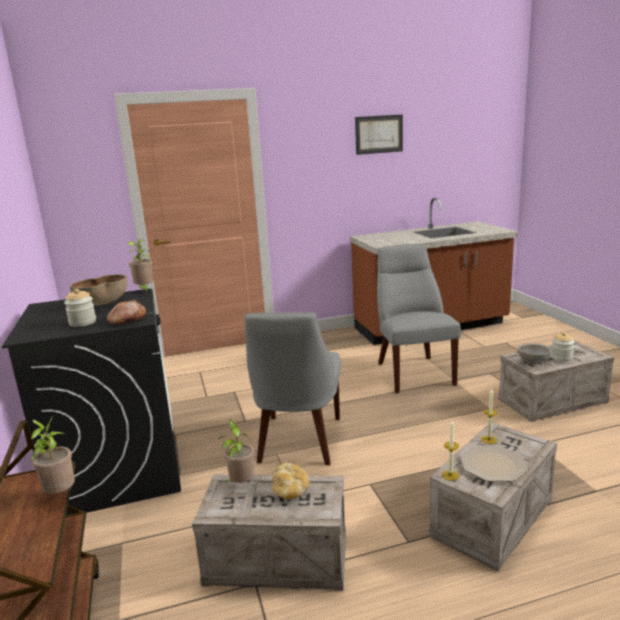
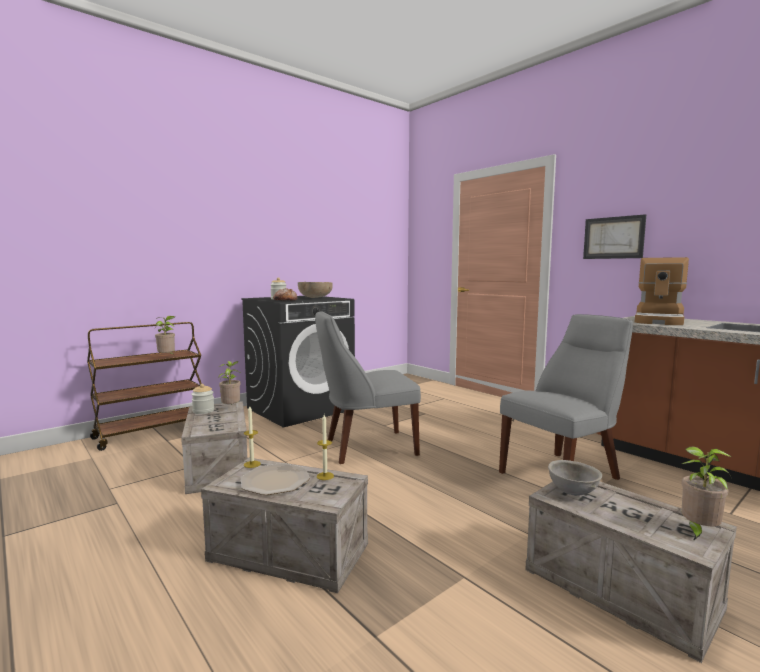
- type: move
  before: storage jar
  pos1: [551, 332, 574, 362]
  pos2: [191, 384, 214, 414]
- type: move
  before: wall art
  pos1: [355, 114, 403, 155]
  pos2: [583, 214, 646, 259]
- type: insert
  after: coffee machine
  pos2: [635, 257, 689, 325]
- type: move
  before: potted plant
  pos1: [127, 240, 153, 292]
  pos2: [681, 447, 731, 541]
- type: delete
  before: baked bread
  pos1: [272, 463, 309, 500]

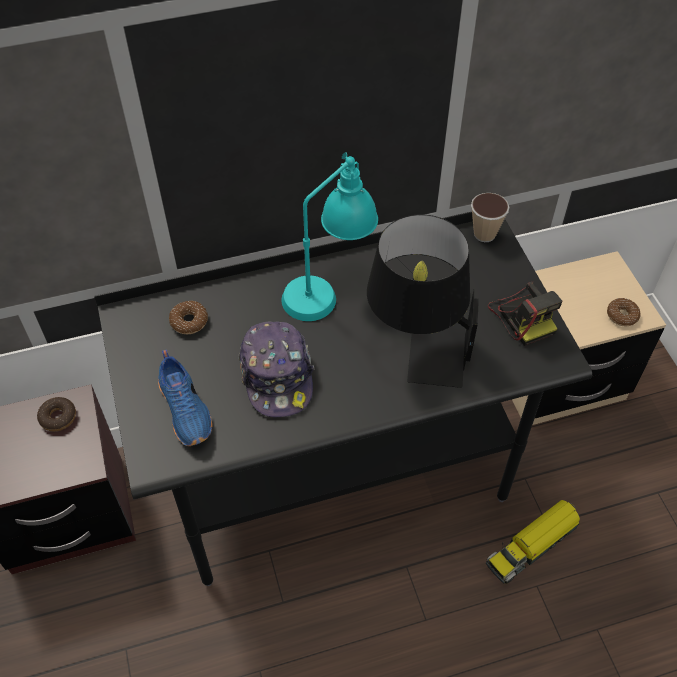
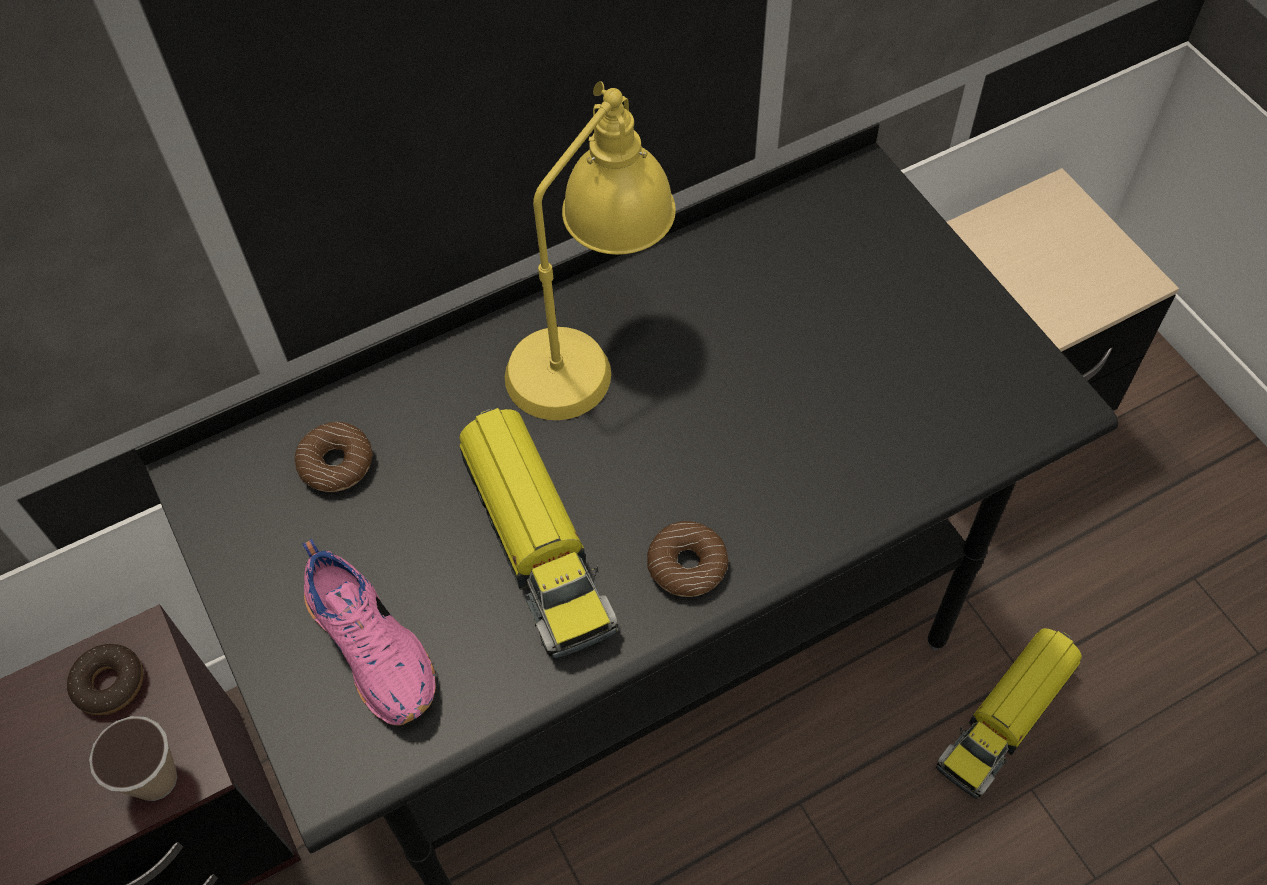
- type: move
  before: drinking cup
  pos1: [471, 193, 510, 242]
  pos2: [89, 716, 177, 801]
- type: recolor
  before: blue-coloured low shoe
  after: pink-coloured low shoe
  pos1: [158, 350, 213, 446]
  pos2: [303, 539, 436, 725]
- type: replace
  before: baseball cap
  after: model truck
  pos1: [239, 321, 314, 417]
  pos2: [459, 408, 618, 659]
- type: recolor
  before: turquoise table lamp
  after: yellow-coloured table lamp
  pos1: [281, 152, 378, 321]
  pos2: [505, 81, 676, 420]
- type: move
  before: ring doughnut
  pos1: [607, 298, 641, 326]
  pos2: [647, 521, 729, 597]
- type: delete
  before: black-coloured table lamp
  pos1: [367, 214, 479, 388]
- type: delete
  before: photo camera
  pos1: [488, 281, 563, 346]

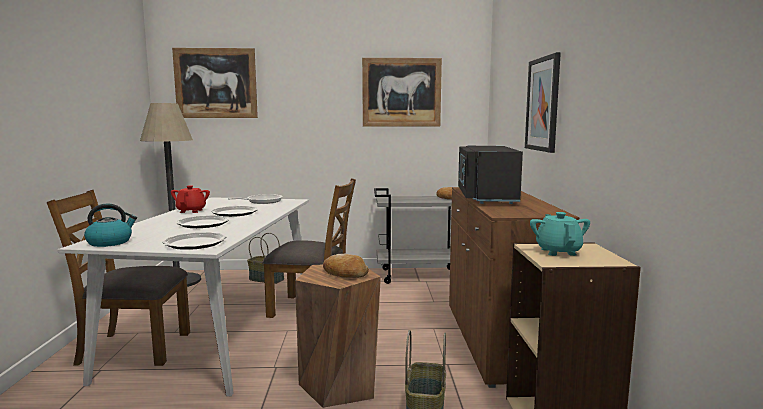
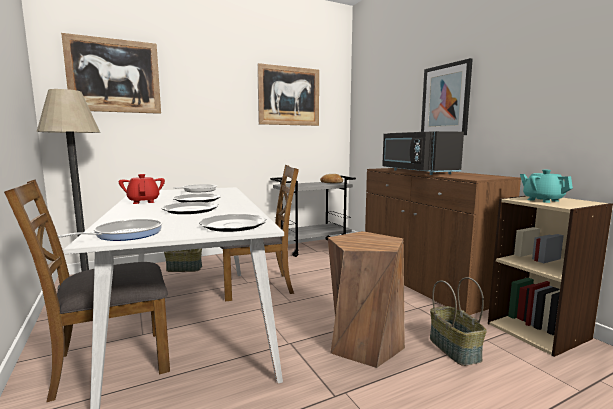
- type: replace
  before: water kettle
  after: skillet
  pos1: [84, 204, 137, 247]
  pos2: [58, 219, 162, 241]
- type: delete
  before: baked bread
  pos1: [323, 254, 369, 278]

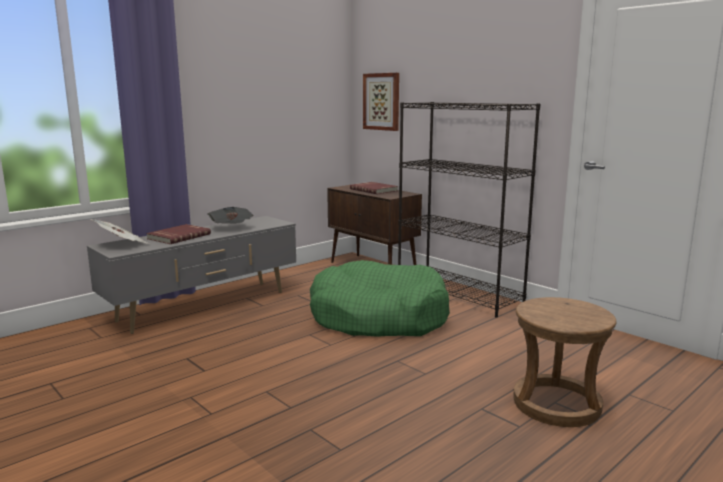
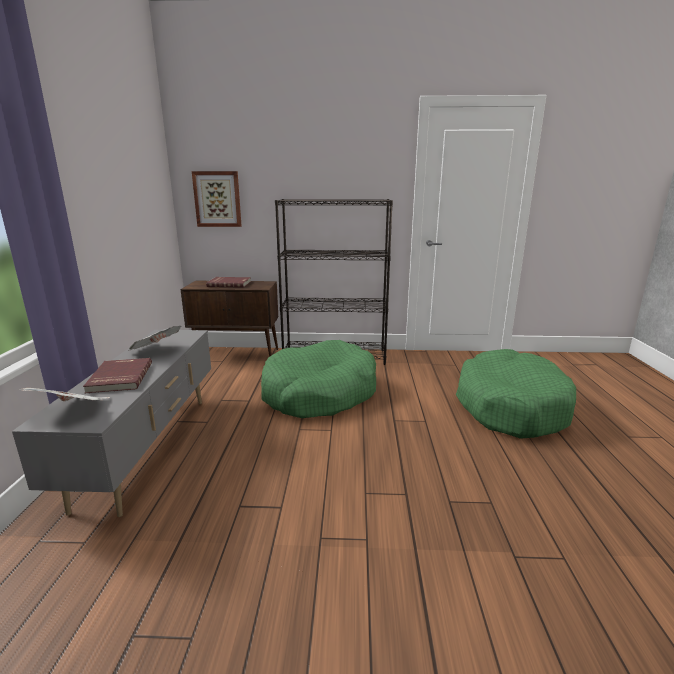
- type: replace
  before: brown sitting stool
  after: greenish dog bed
  pos1: [513, 297, 617, 427]
  pos2: [456, 349, 576, 439]

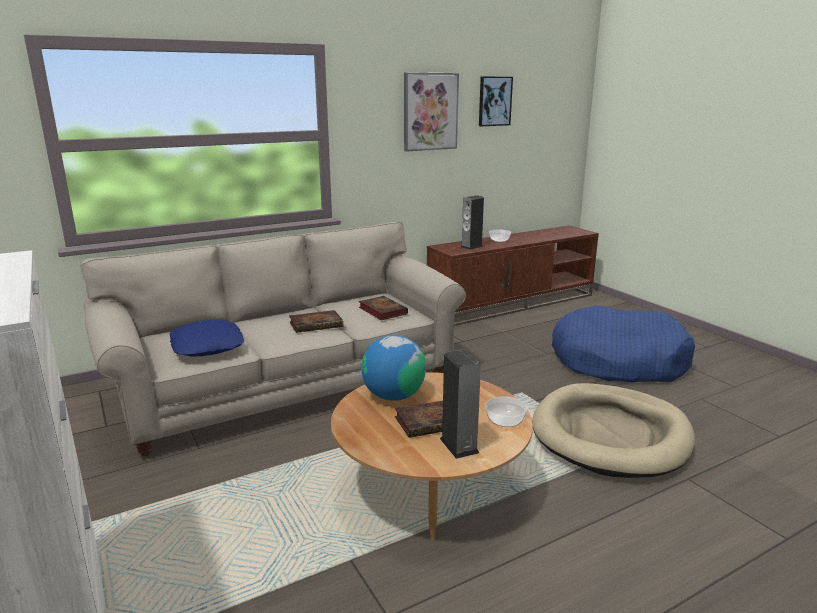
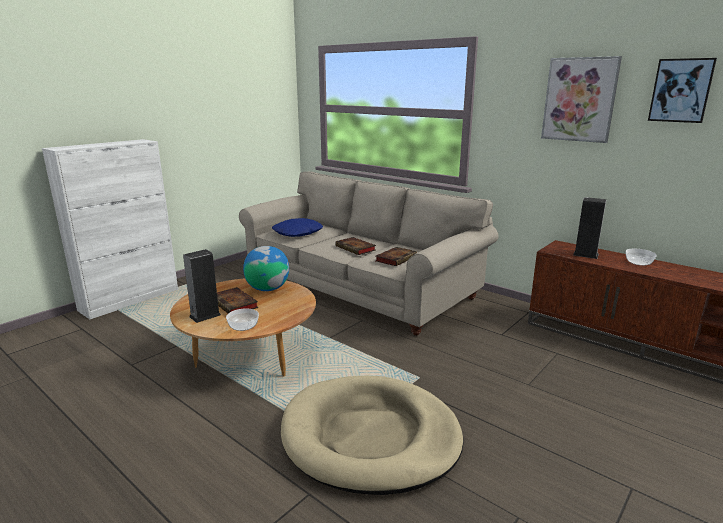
- type: delete
  before: blue-coloured dog bed
  pos1: [552, 306, 695, 382]

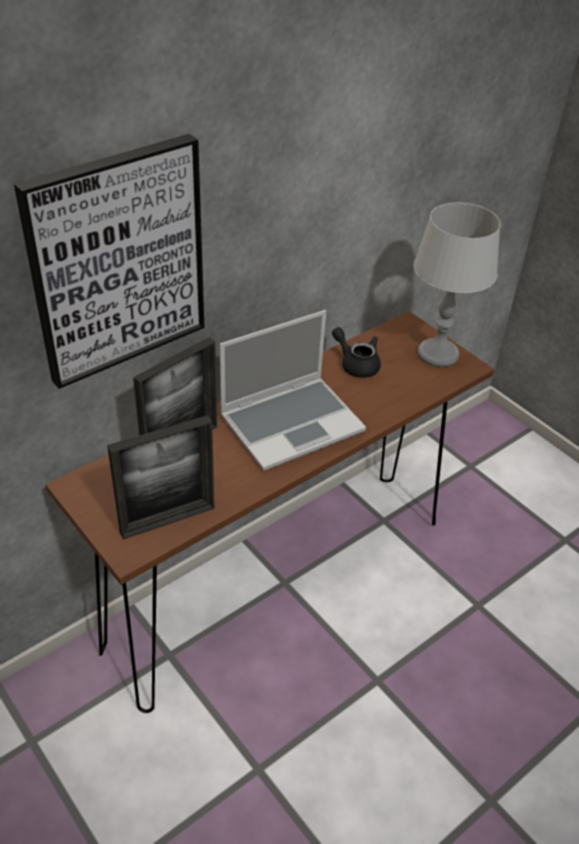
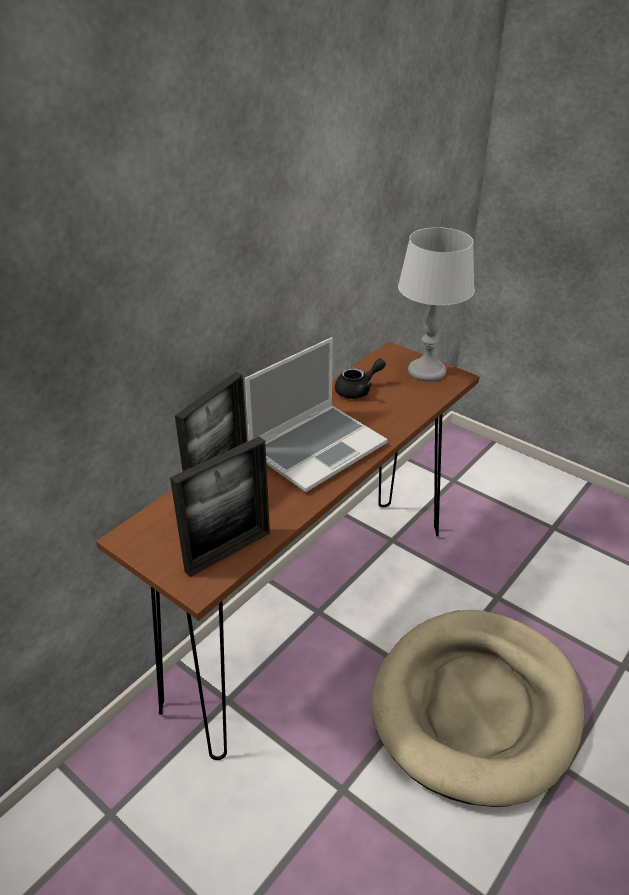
- type: rotate
  before: black-coloured teapot
  pos1: [332, 327, 381, 378]
  pos2: [335, 358, 386, 399]
  turn: 120
- type: insert
  after: sand-coloured dog bed
  pos2: [372, 610, 584, 807]
- type: delete
  before: wall art
  pos1: [14, 134, 204, 389]

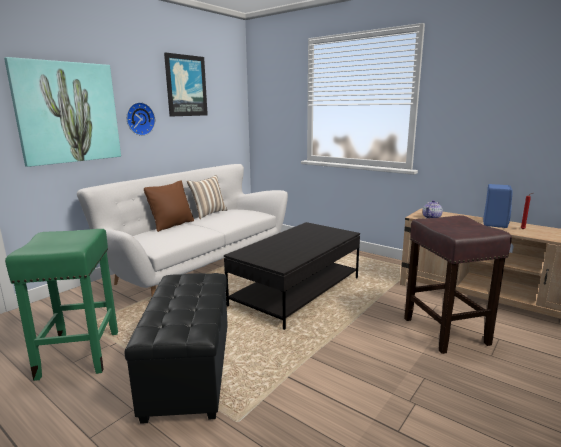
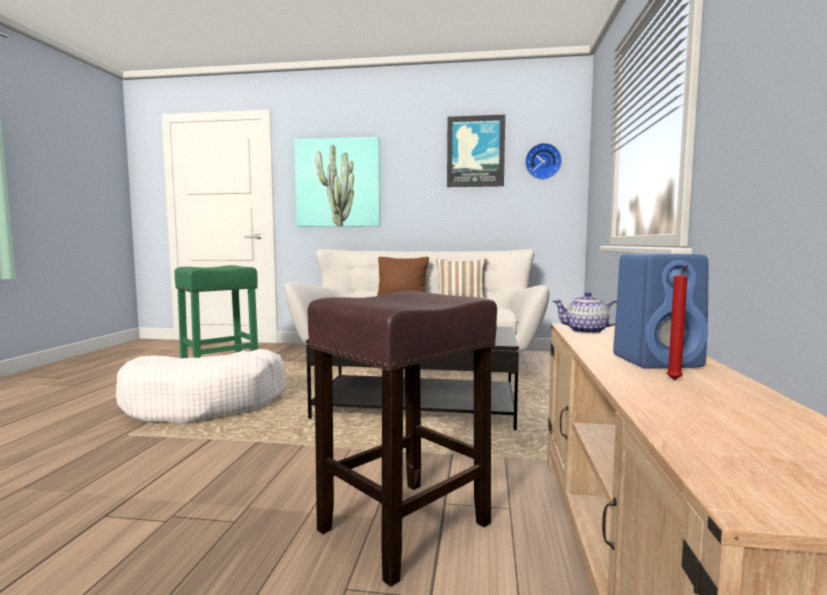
- type: replace
  before: black-coloured ottoman
  after: white dog bed
  pos1: [125, 273, 228, 424]
  pos2: [116, 349, 286, 424]
- type: move
  before: hanging clock
  pos1: [126, 102, 155, 136]
  pos2: [525, 143, 562, 180]

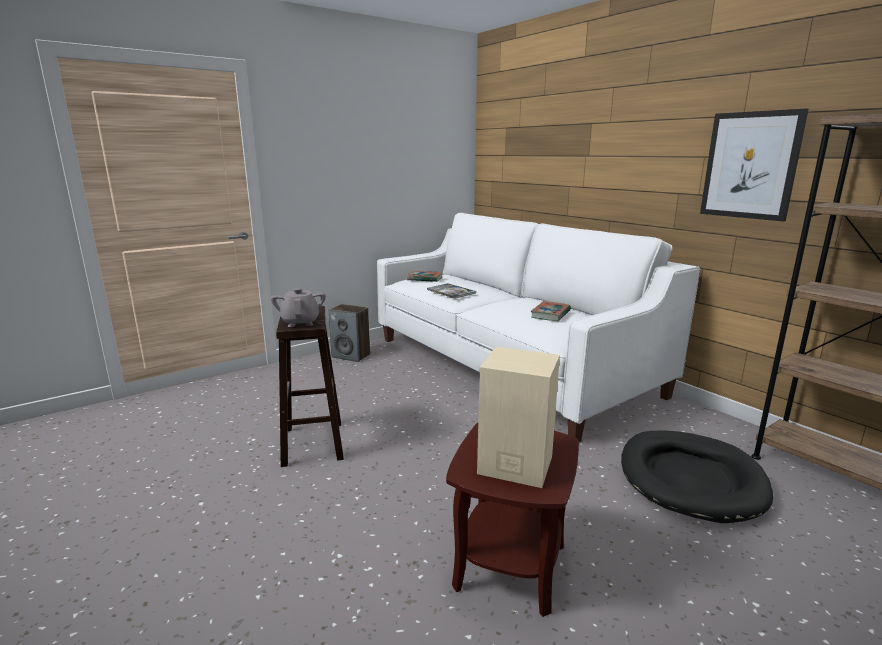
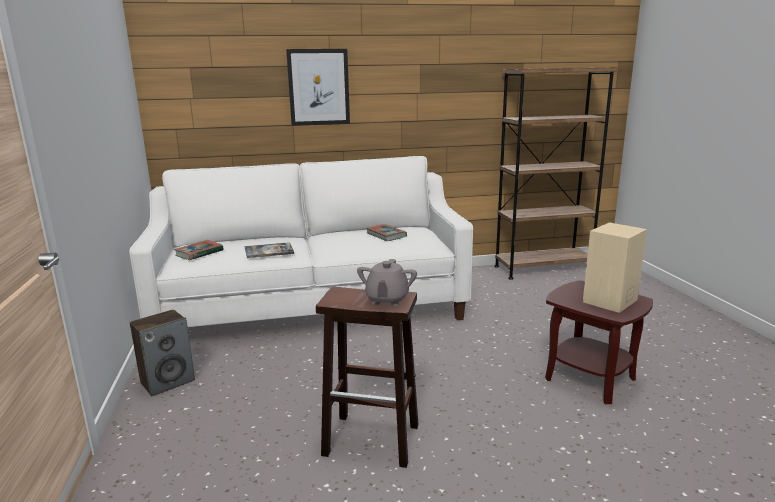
- type: move
  before: wall art
  pos1: [700, 109, 809, 222]
  pos2: [286, 49, 350, 126]
- type: rotate
  before: greyish teapot
  pos1: [271, 288, 326, 327]
  pos2: [357, 259, 417, 306]
  turn: -90
- type: delete
  before: black-coloured dog bed
  pos1: [621, 430, 773, 523]

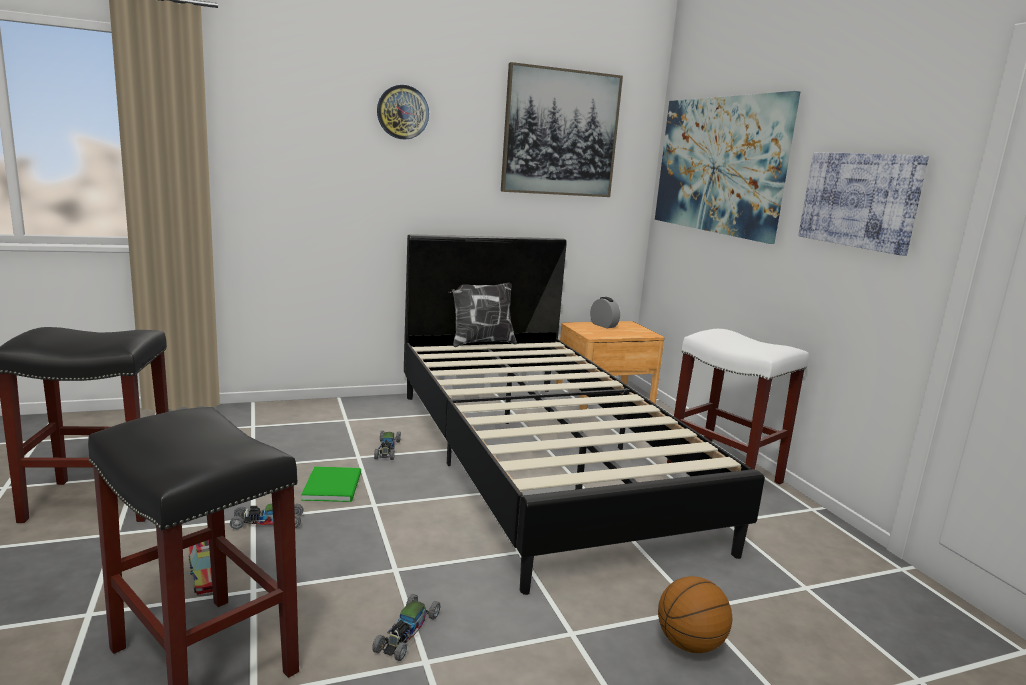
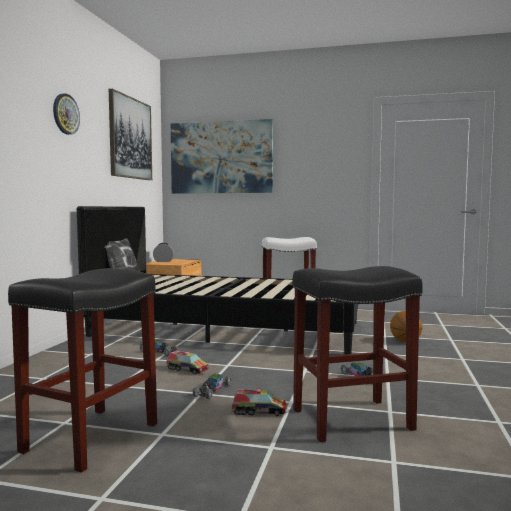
- type: replace
  before: greenish bound book
  after: model truck
  pos1: [301, 466, 361, 502]
  pos2: [166, 350, 209, 374]
- type: delete
  before: wall art
  pos1: [798, 152, 929, 256]

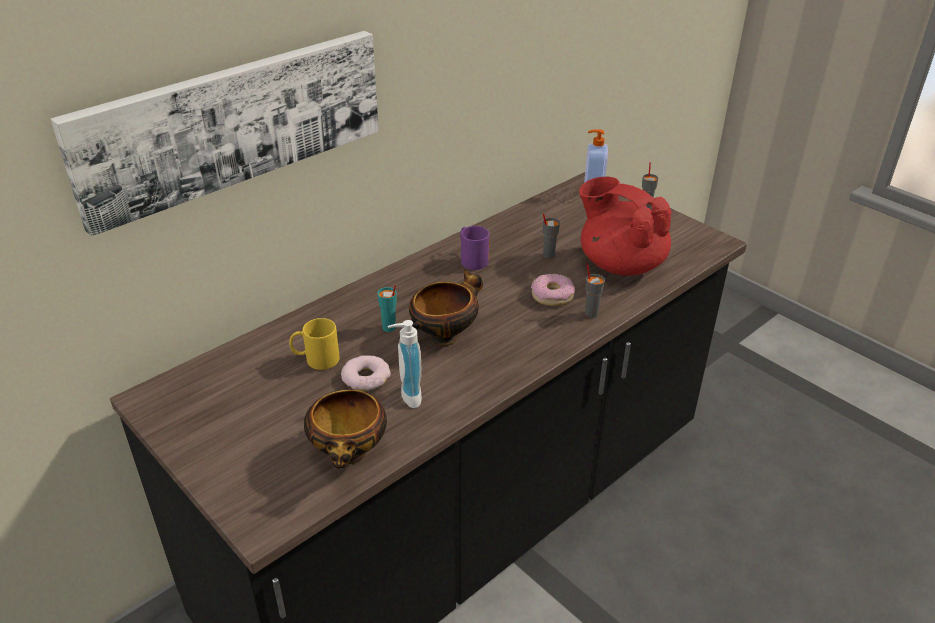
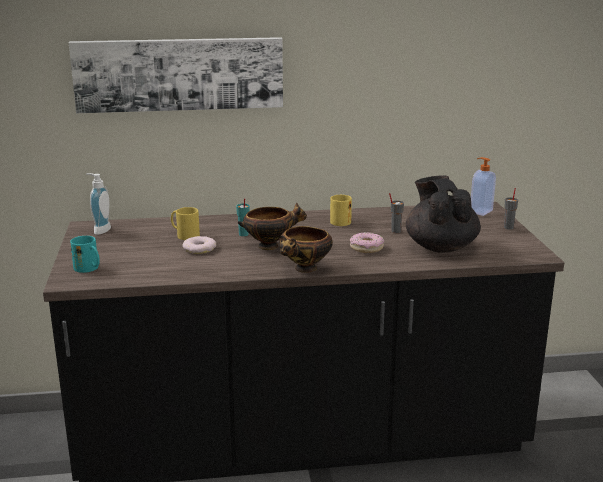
- type: insert
  after: turquoise tea mug
  pos2: [70, 236, 100, 273]
- type: move
  before: soap dispenser
  pos1: [388, 320, 422, 408]
  pos2: [86, 173, 111, 235]
- type: move
  before: bowl
  pos1: [304, 386, 387, 468]
  pos2: [279, 226, 333, 273]
- type: recolor
  before: purple-coloured tea mug
  after: yellow-coloured tea mug
  pos1: [460, 226, 489, 270]
  pos2: [330, 195, 352, 226]
- type: recolor
  before: red-coloured teapot
  after: black-coloured teapot
  pos1: [579, 177, 672, 276]
  pos2: [406, 176, 481, 253]
- type: delete
  before: greyish drinking cup
  pos1: [585, 263, 605, 318]

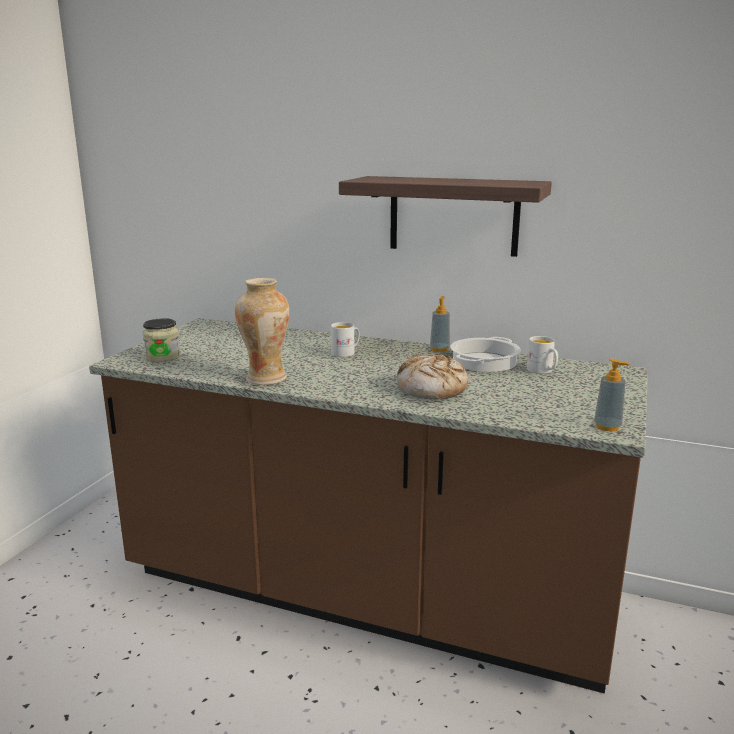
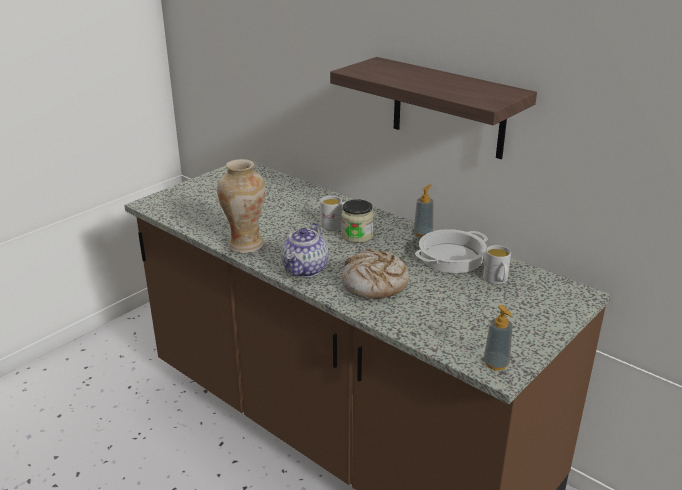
- type: insert
  after: teapot
  pos2: [281, 223, 329, 277]
- type: move
  before: storage jar
  pos1: [143, 318, 180, 362]
  pos2: [341, 199, 374, 243]

